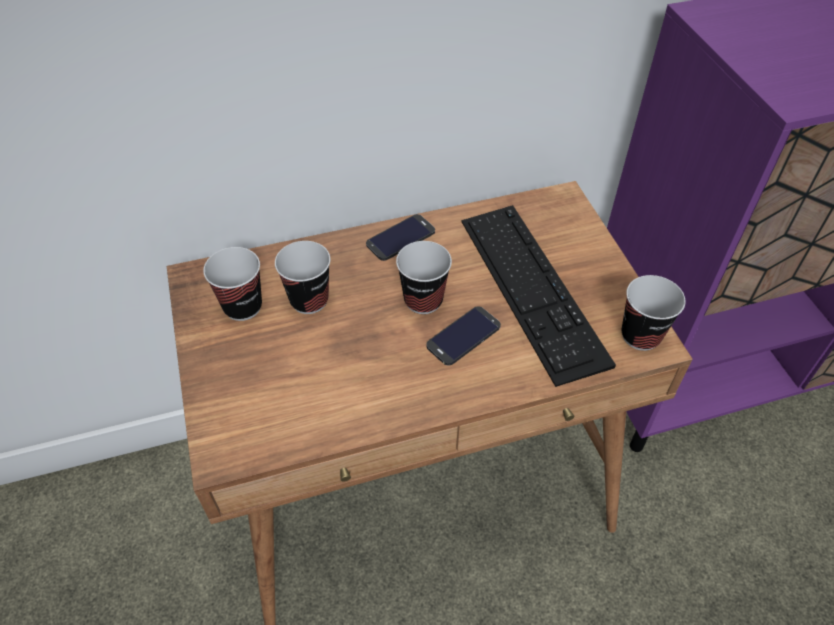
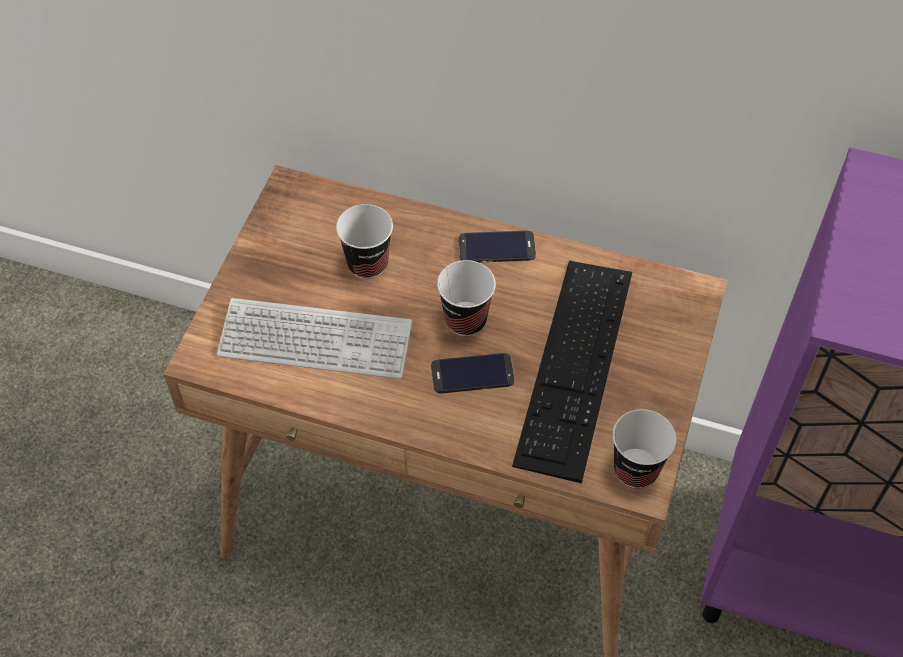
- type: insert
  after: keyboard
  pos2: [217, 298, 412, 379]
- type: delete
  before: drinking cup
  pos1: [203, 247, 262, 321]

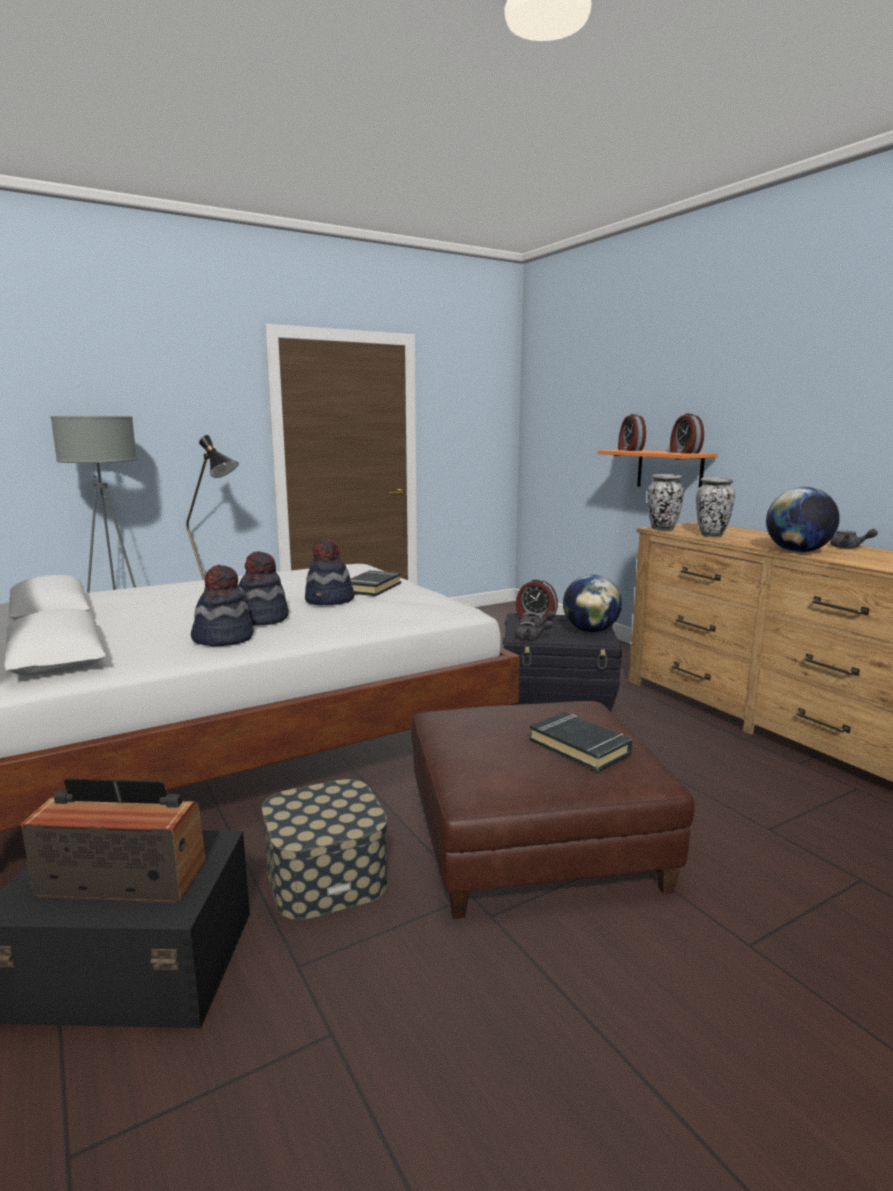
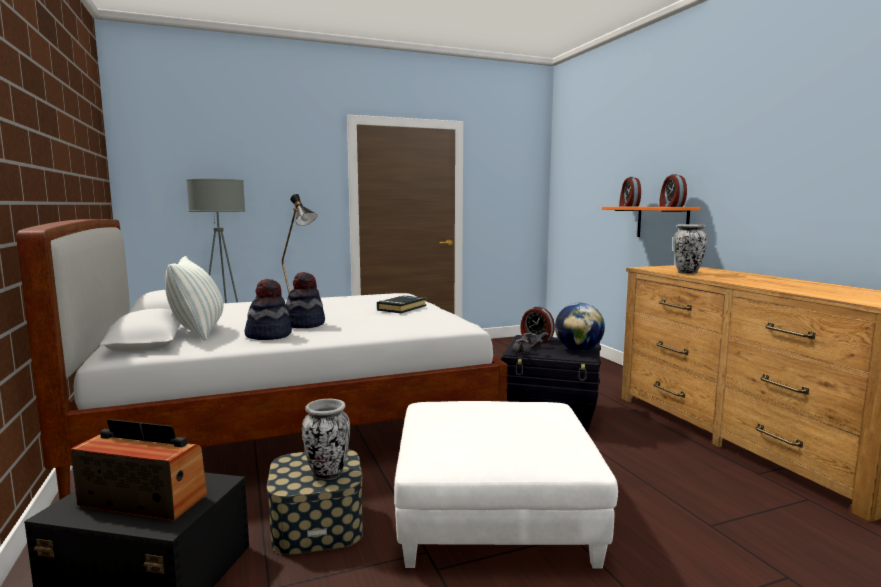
- type: insert
  after: cushion
  pos2: [165, 256, 223, 341]
- type: move
  before: vase
  pos1: [647, 474, 684, 530]
  pos2: [302, 399, 350, 479]
- type: recolor
  before: brown ottoman
  after: white ottoman
  pos1: [411, 701, 695, 919]
  pos2: [394, 401, 618, 568]
- type: delete
  before: wearable hat
  pos1: [305, 539, 354, 605]
- type: delete
  before: black-coloured bound book
  pos1: [529, 712, 633, 772]
- type: delete
  before: world globe
  pos1: [766, 487, 840, 552]
- type: delete
  before: greyish teapot
  pos1: [830, 529, 878, 548]

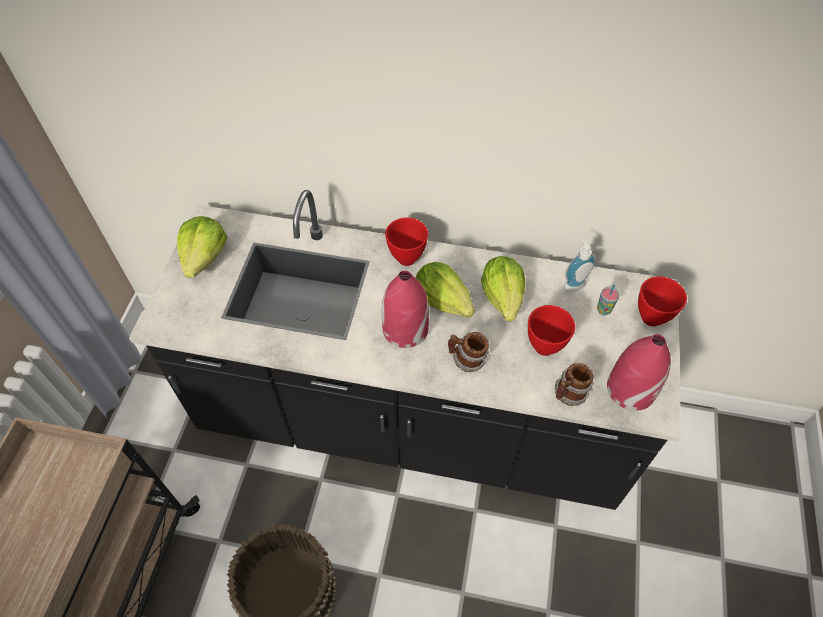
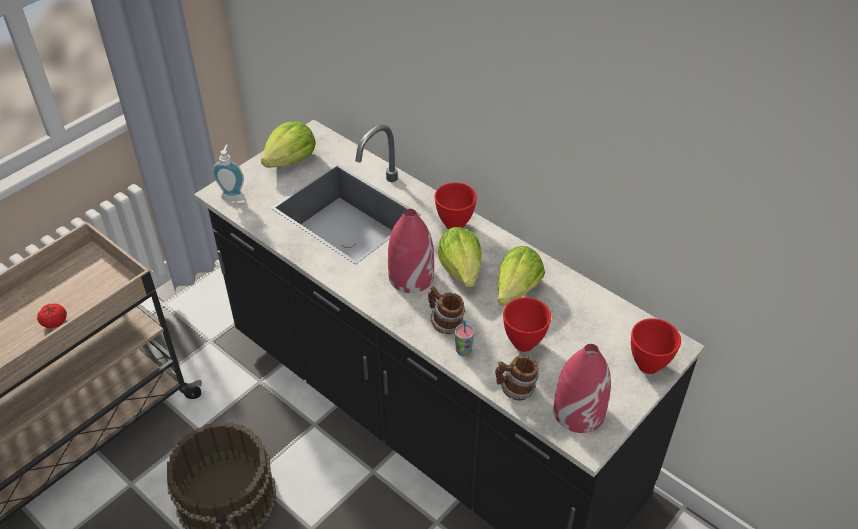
- type: insert
  after: fresh tomato
  pos2: [37, 304, 67, 329]
- type: move
  before: soap dispenser
  pos1: [563, 237, 596, 292]
  pos2: [213, 144, 244, 202]
- type: move
  before: drinking cup
  pos1: [597, 284, 620, 315]
  pos2: [455, 320, 474, 357]

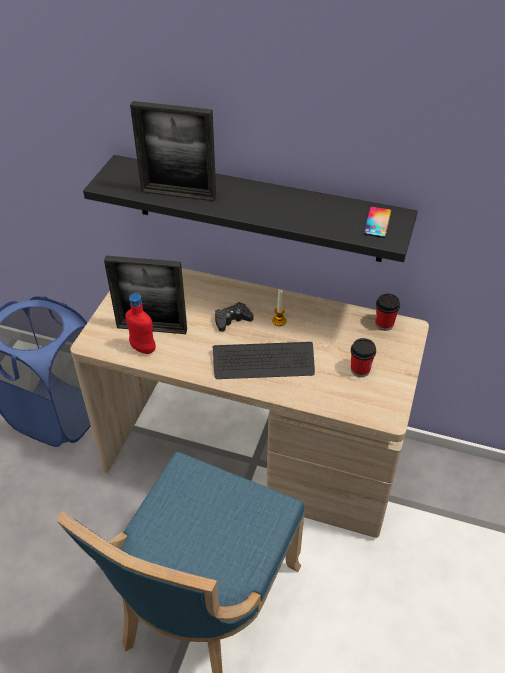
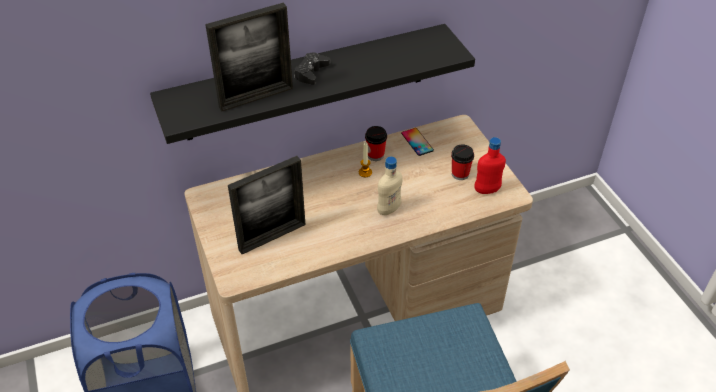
- type: move
  before: black-coloured gamepad
  pos1: [215, 302, 254, 332]
  pos2: [294, 53, 330, 85]
- type: move
  before: drinking cup
  pos1: [375, 293, 400, 331]
  pos2: [365, 126, 387, 161]
- type: replace
  before: keyboard
  after: sand-coloured beverage bottle
  pos1: [213, 342, 315, 379]
  pos2: [377, 157, 403, 215]
- type: move
  before: phone
  pos1: [363, 207, 392, 238]
  pos2: [401, 128, 434, 156]
- type: move
  before: red-coloured beverage bottle
  pos1: [125, 293, 156, 354]
  pos2: [474, 137, 506, 194]

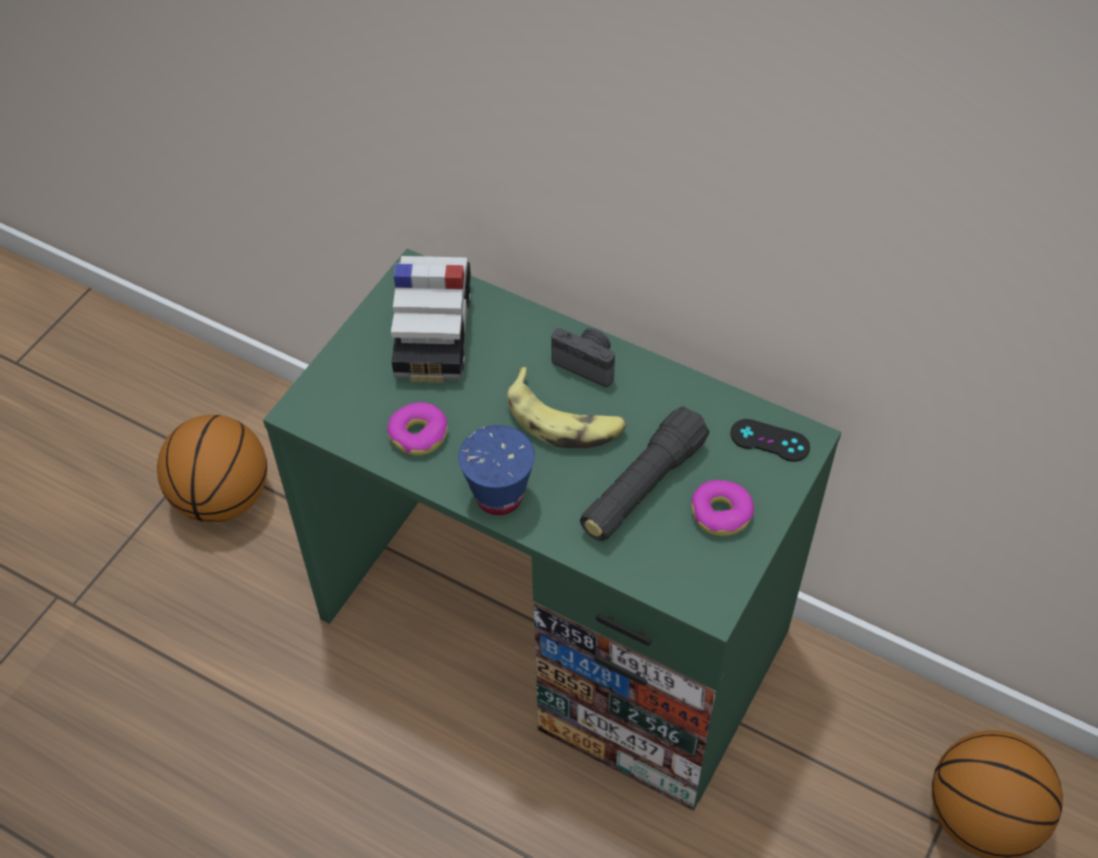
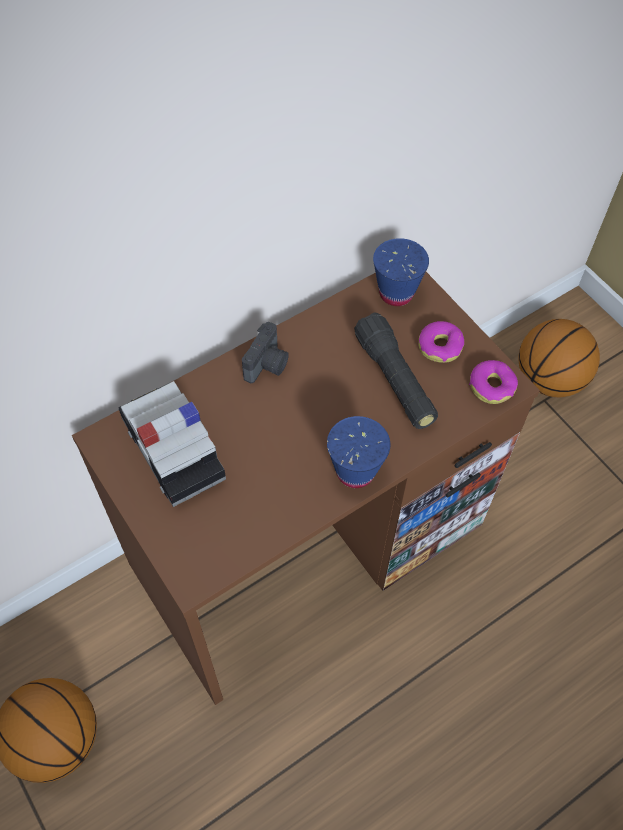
- type: recolor
  before: greenish desk unit
  after: brown desk unit
  pos1: [263, 249, 841, 811]
  pos2: [72, 272, 540, 705]
- type: rotate
  before: toy car
  pos1: [391, 256, 472, 383]
  pos2: [118, 381, 226, 507]
  turn: -150
- type: rotate
  before: photo camera
  pos1: [551, 328, 615, 387]
  pos2: [242, 322, 289, 383]
  turn: 150
- type: replace
  before: black-coloured gamepad
  after: blue-coloured drinking cup
  pos1: [730, 419, 810, 462]
  pos2: [373, 238, 429, 306]
- type: move
  before: ring doughnut
  pos1: [387, 402, 447, 456]
  pos2: [469, 360, 518, 404]
- type: delete
  before: banana fruit
  pos1: [507, 367, 627, 449]

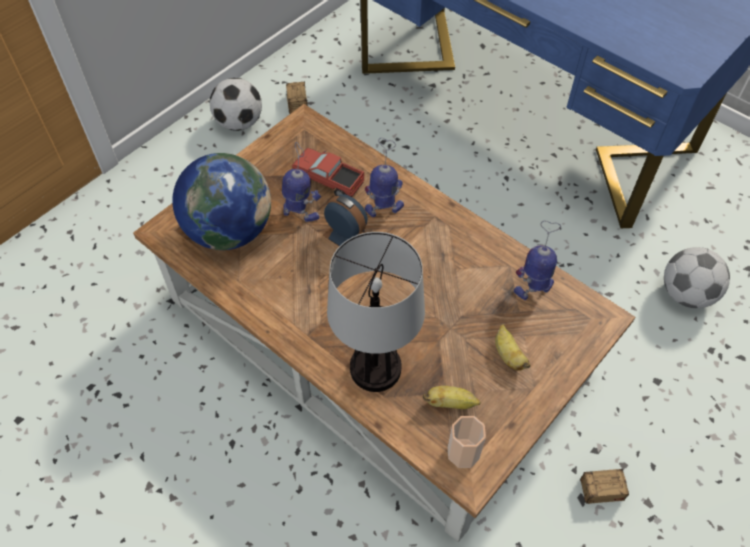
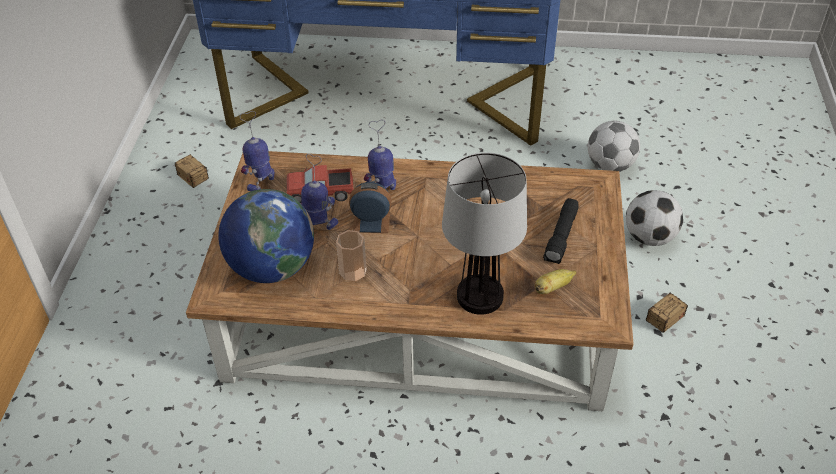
- type: move
  before: model robot
  pos1: [514, 221, 561, 300]
  pos2: [240, 111, 275, 191]
- type: move
  before: drinking cup
  pos1: [448, 416, 486, 468]
  pos2: [336, 230, 367, 281]
- type: replace
  before: banana fruit
  after: black-coloured flashlight
  pos1: [495, 324, 531, 371]
  pos2: [543, 198, 579, 264]
- type: move
  before: ball for football
  pos1: [210, 78, 262, 131]
  pos2: [626, 190, 683, 246]

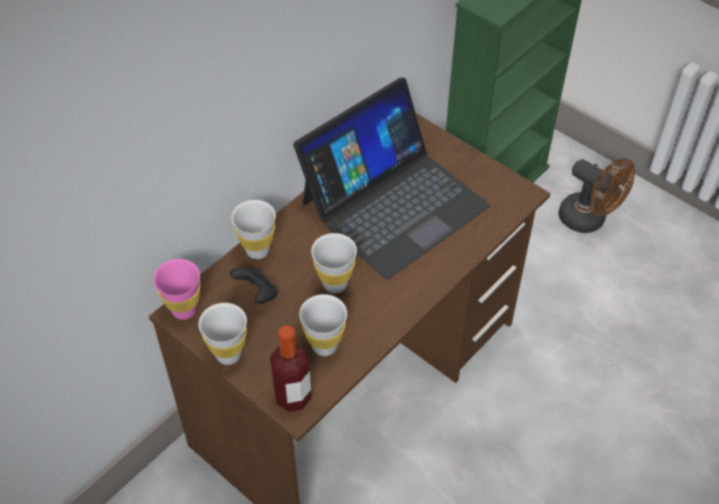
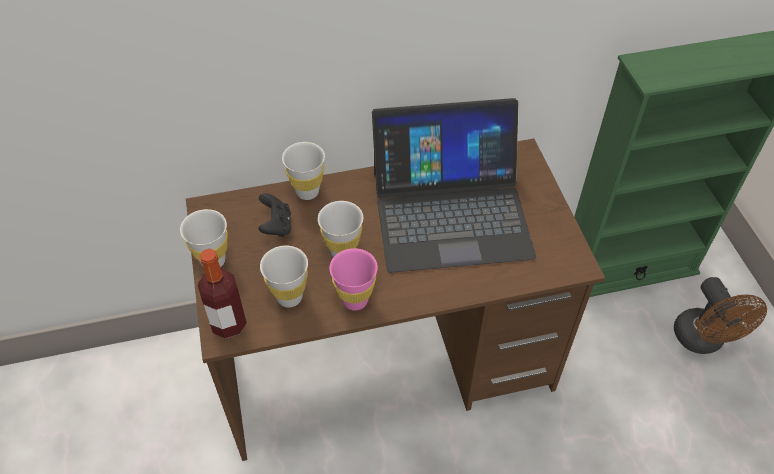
- type: move
  before: pink-coloured drinking cup
  pos1: [153, 259, 200, 320]
  pos2: [329, 248, 378, 311]

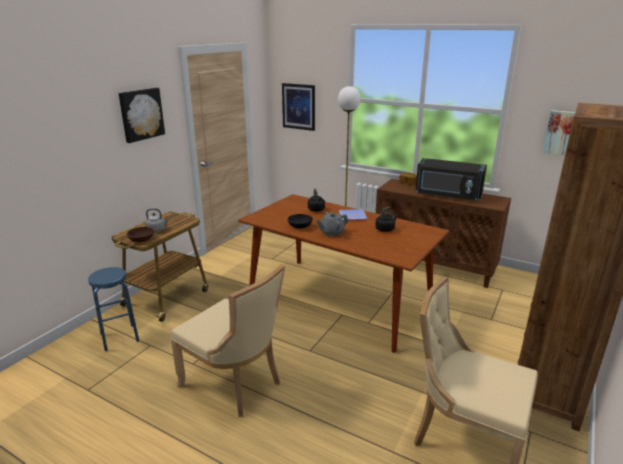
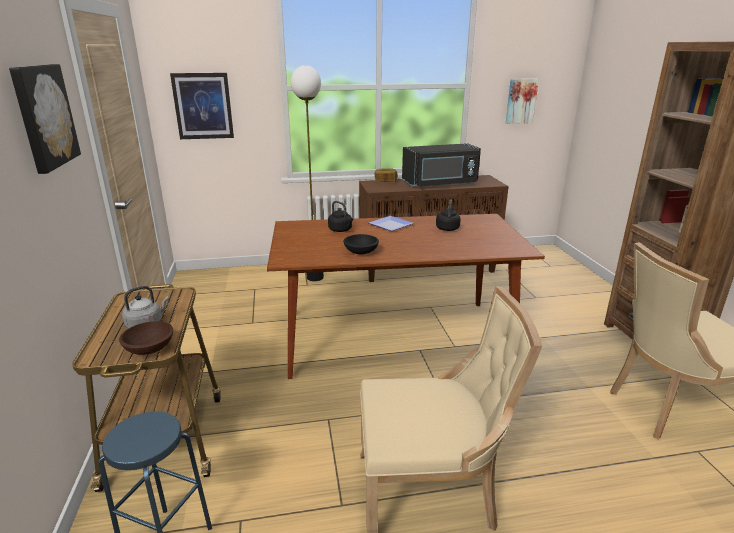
- type: delete
  before: greyish teapot
  pos1: [316, 212, 348, 237]

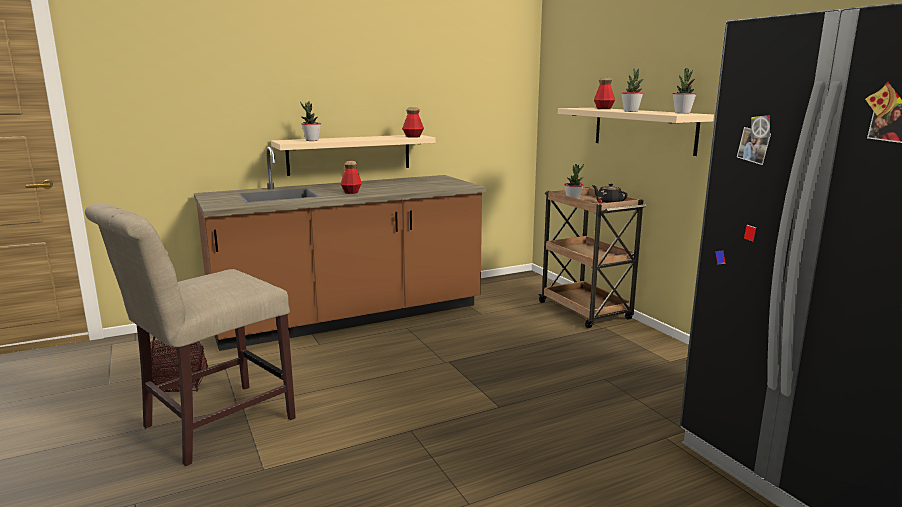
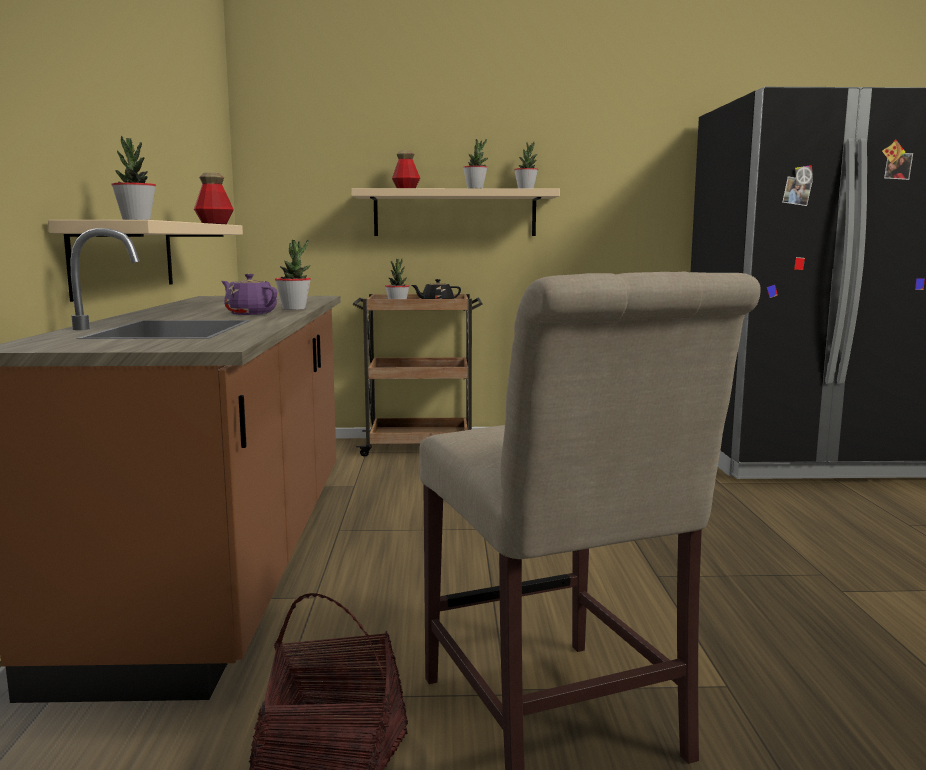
- type: replace
  before: beverage bottle
  after: purple-coloured teapot
  pos1: [341, 161, 362, 194]
  pos2: [221, 274, 277, 315]
- type: insert
  after: potted plant
  pos2: [275, 240, 311, 310]

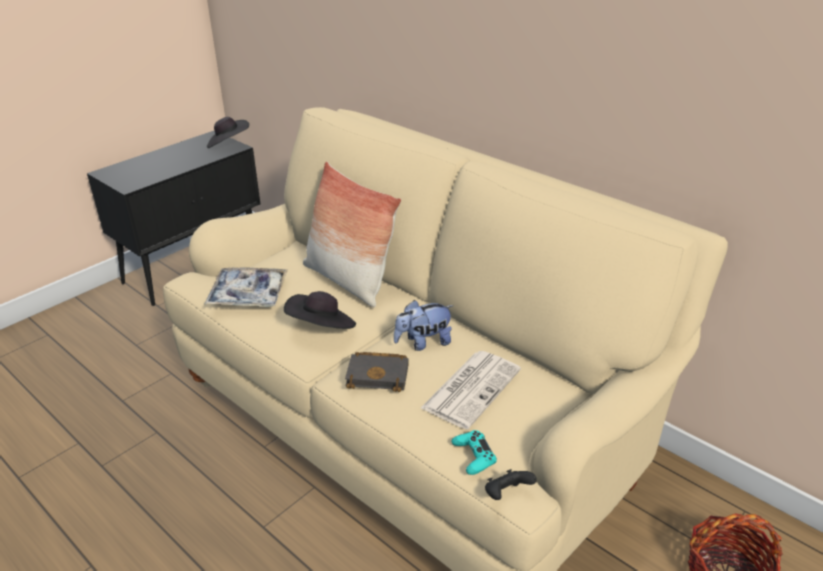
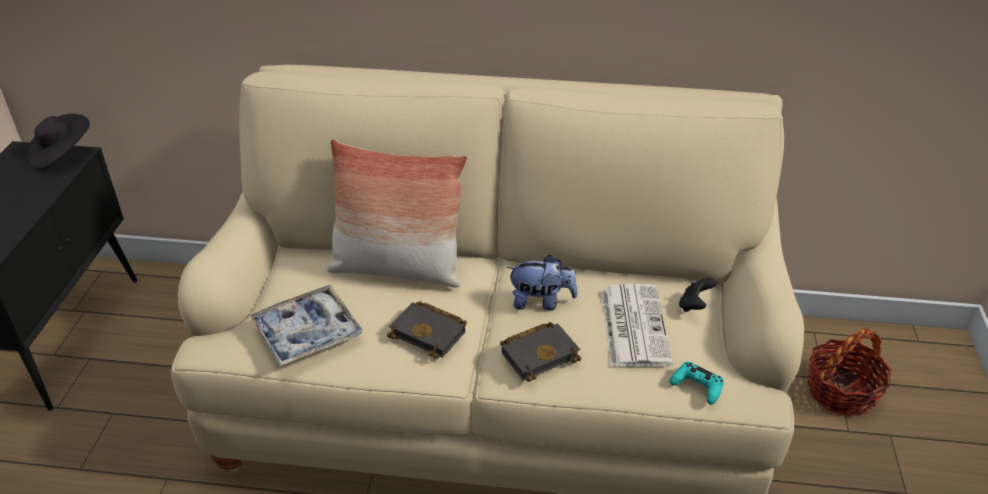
- type: replace
  before: black-coloured wearable hat
  after: black-coloured bound book
  pos1: [284, 291, 356, 329]
  pos2: [387, 301, 467, 359]
- type: rotate
  before: soft toy
  pos1: [394, 300, 454, 351]
  pos2: [507, 255, 578, 311]
  turn: -120
- type: move
  before: black-coloured gamepad
  pos1: [485, 469, 537, 500]
  pos2: [679, 278, 717, 312]

